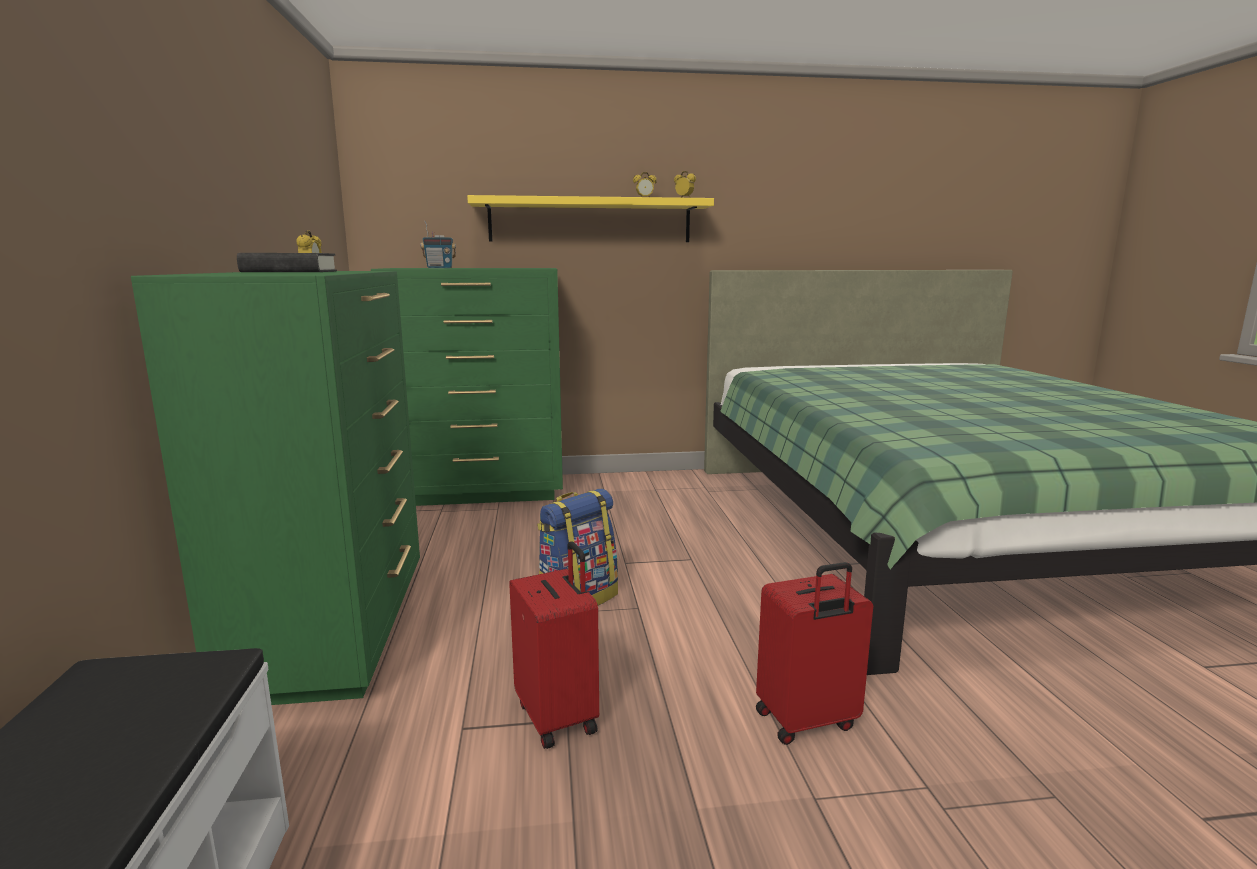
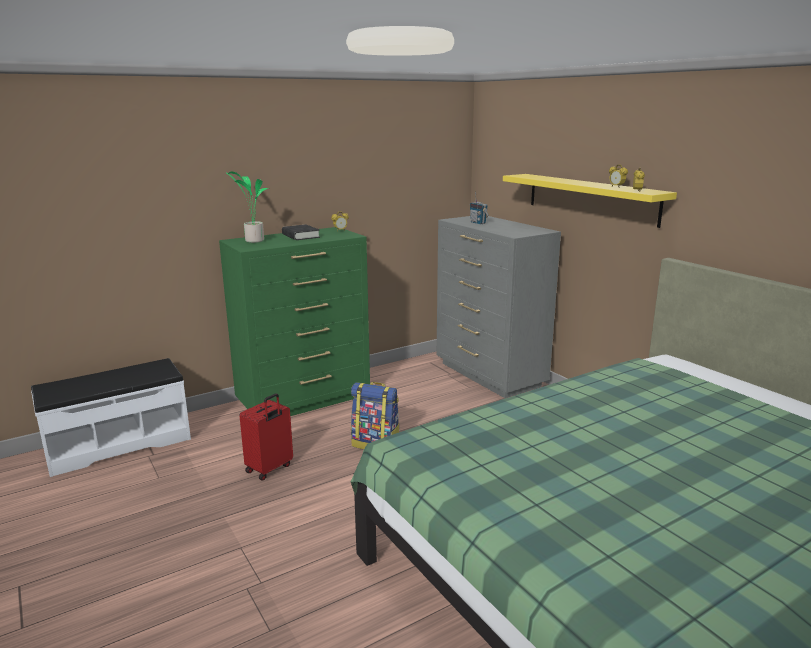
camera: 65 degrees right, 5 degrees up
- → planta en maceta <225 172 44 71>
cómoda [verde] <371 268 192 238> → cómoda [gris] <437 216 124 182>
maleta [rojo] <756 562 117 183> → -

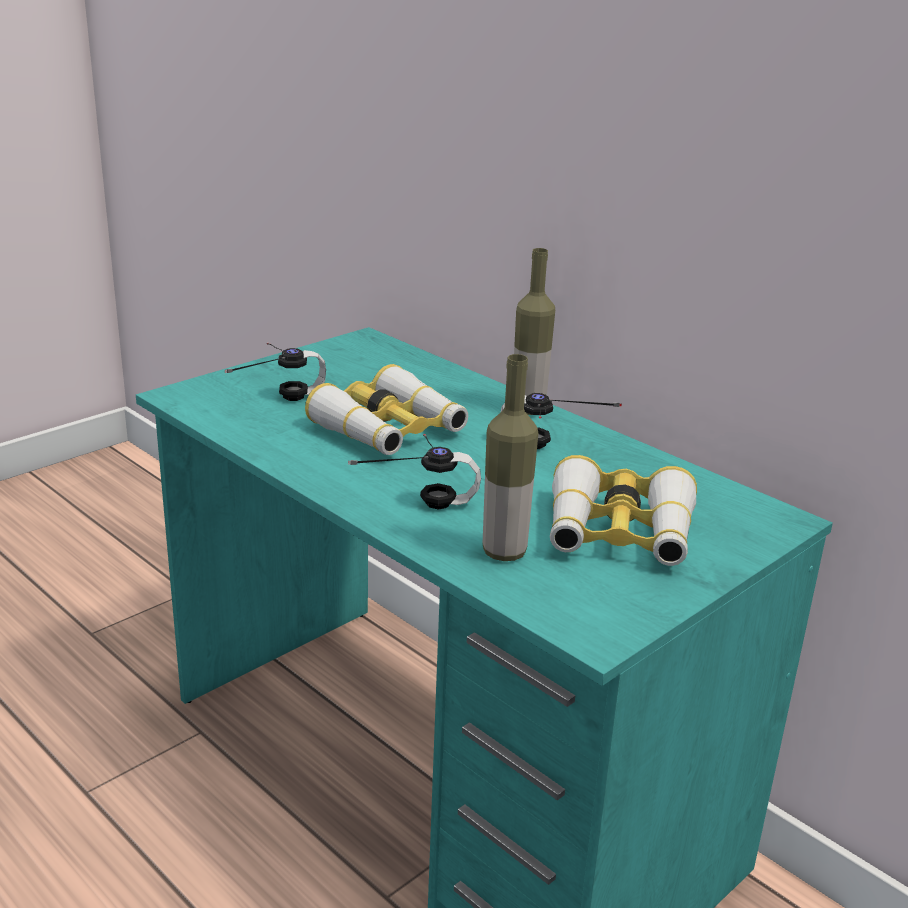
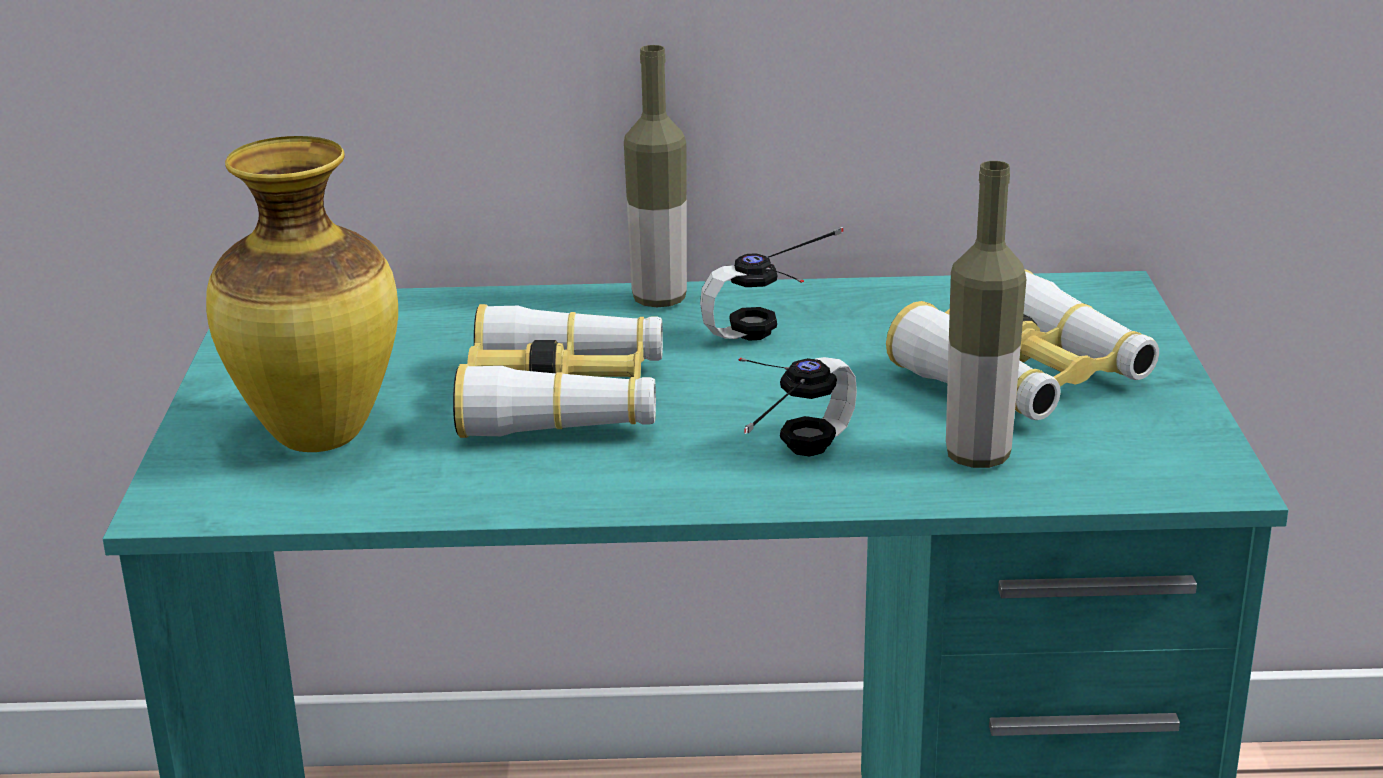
camera: 45 degrees left, 0 degrees up
auriculares <225 343 101 58> → florero <206 136 192 316>

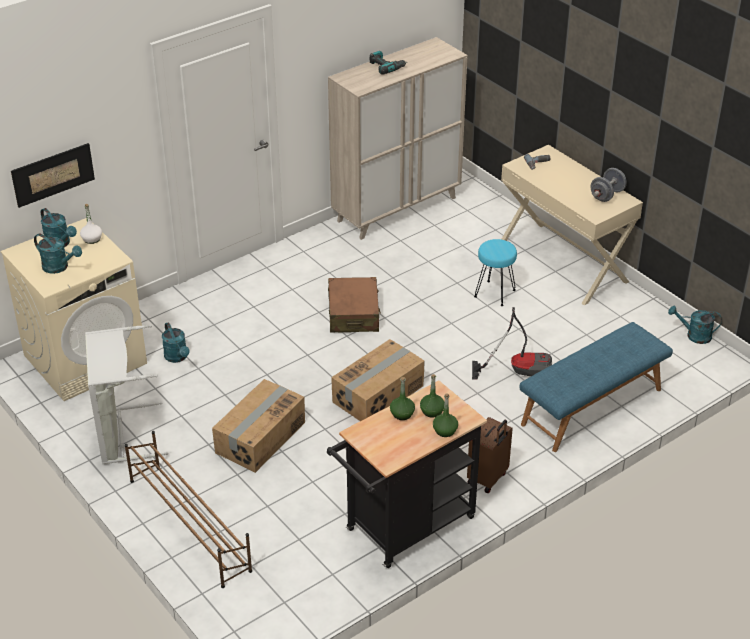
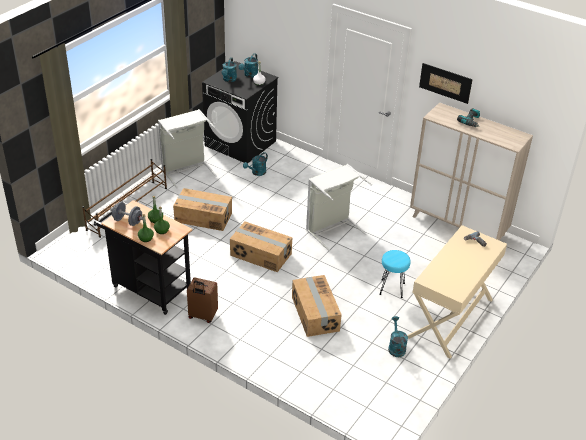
camera: 70 degrees right, 0 degrees up
mancuerna [gris] <591 168 36 34> → mancuerna [gris] <110 202 33 24>, relocated
lavadora [beis] <1 218 146 183> → lavadora [negro] <202 61 77 102>
aspiradora <472 307 80 73> → caja de cartón <292 275 50 62>
maleta [marrón] <328 277 53 56> → cesto de la ropa [gris] <306 164 66 87>
regadera [turquesa] <668 306 54 38> → regadera [turquesa] <388 316 20 41>, relocated
cuadro <11 143 84 65> → cuadro <419 63 54 41>, relocated
banco [azul] <520 322 153 130> → -

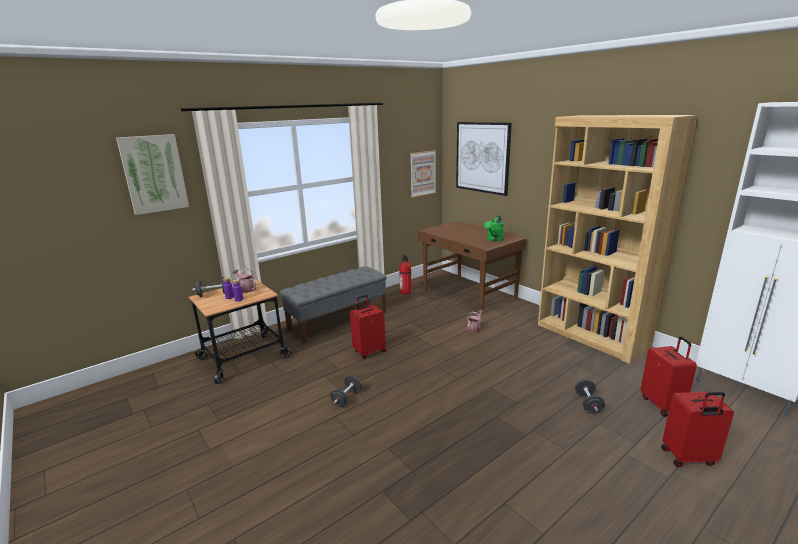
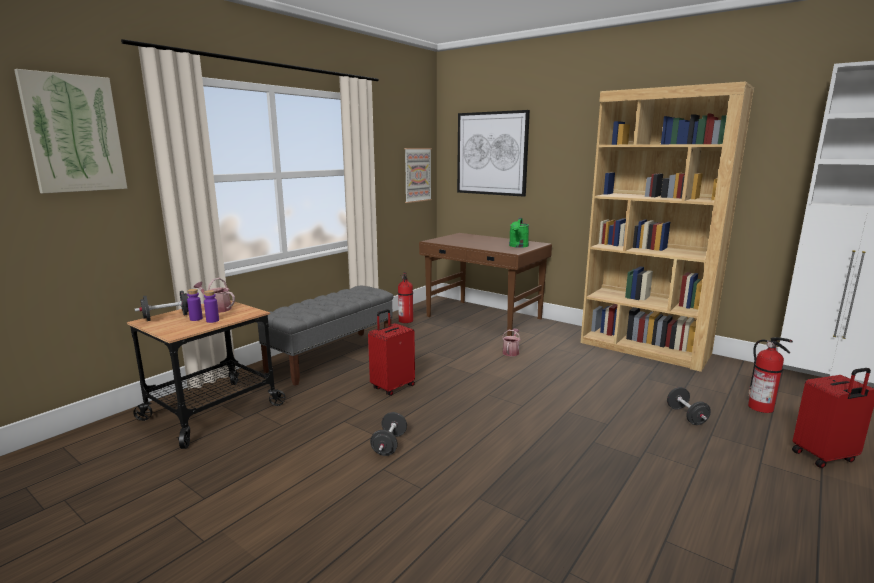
camera: 15 degrees left, 5 degrees down
maleta [rojo] <641 336 56 81> → extintor <748 337 45 76>

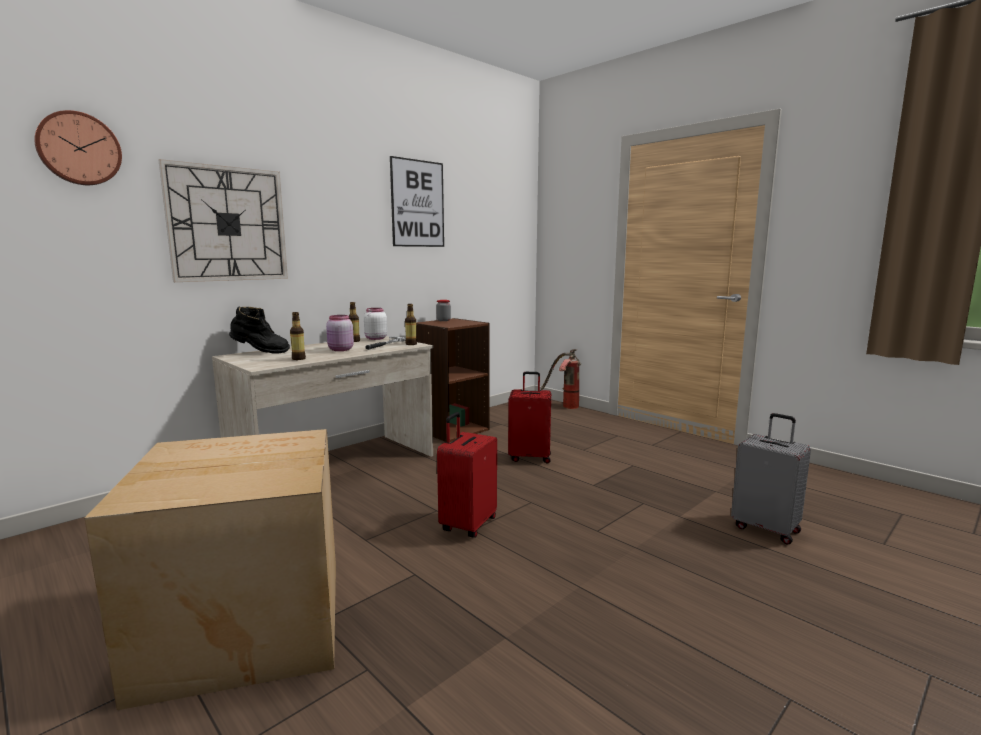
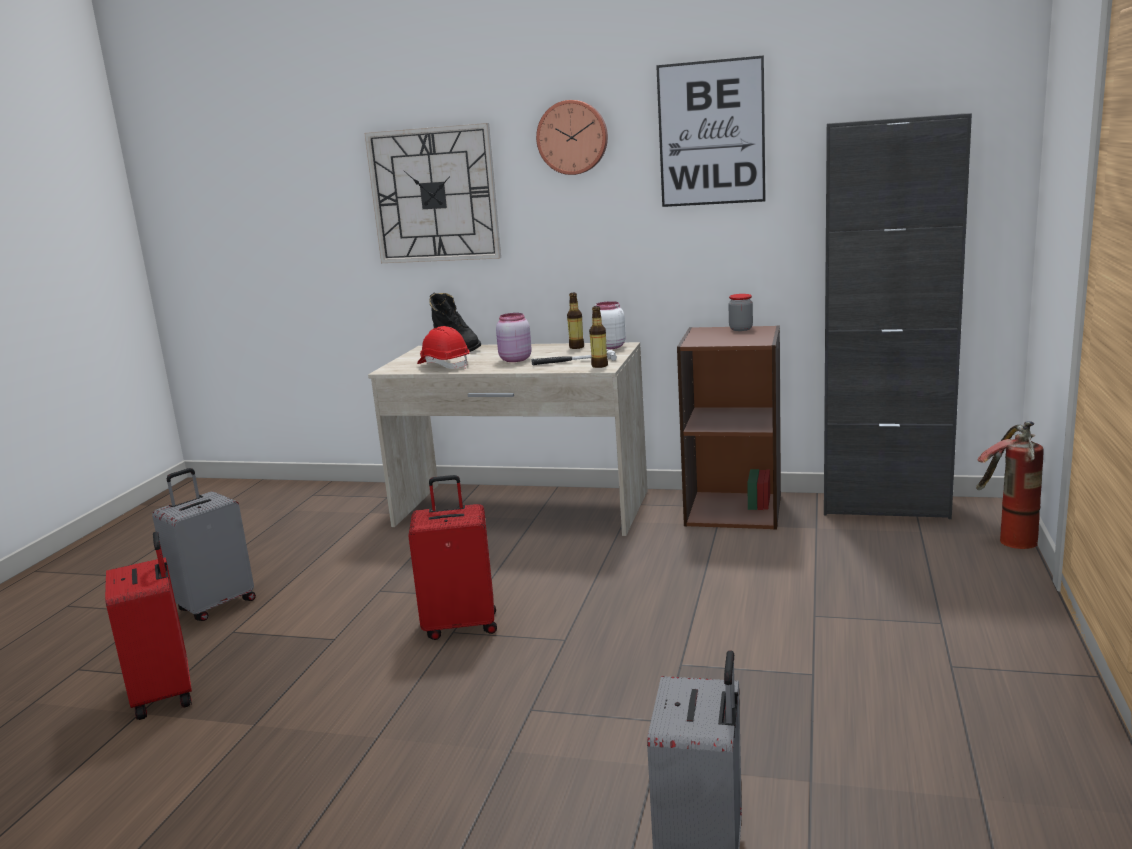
camera: 60 degrees right, 5 degrees up
maleta [rojo] <508 372 43 91> → maleta [rojo] <105 532 87 188>, relocated
caja de cartón <84 429 252 281> → maleta [gris] <152 468 104 153>
botella <290 312 16 48> → casco [rojo] <417 326 53 43>
reloj de pared <34 110 88 75> → reloj de pared <536 100 72 75>, relocated
- → armario [negro] <824 113 148 406>

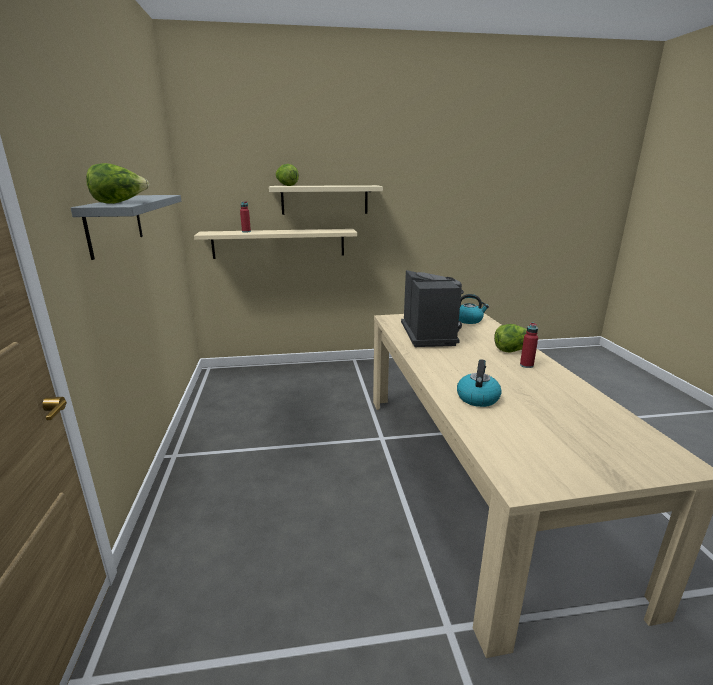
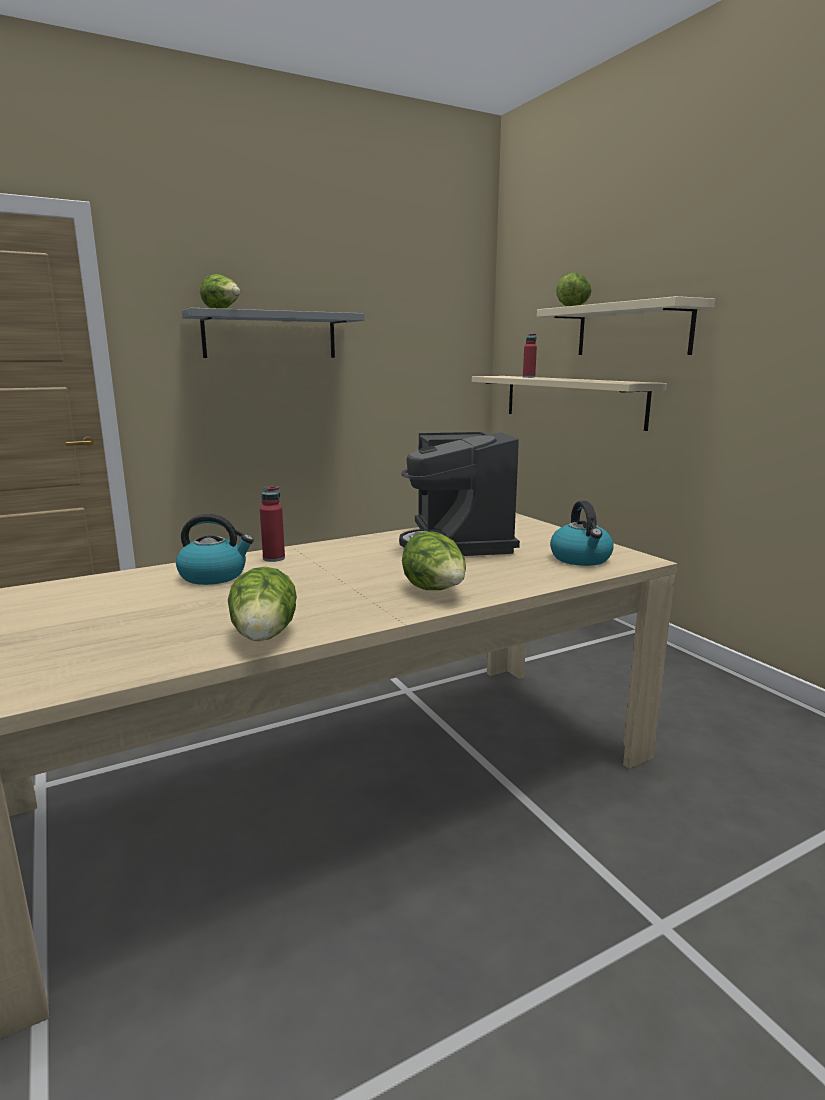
camera: 70 degrees right, 5 degrees down
- → lechuga <228 566 69 76>
botella [rojo] <520 323 18 45> → botella [rojo] <260 486 25 76>, relocated
cafetera <401 270 63 77> → cafetera <399 432 121 124>, 105 degrees clockwise

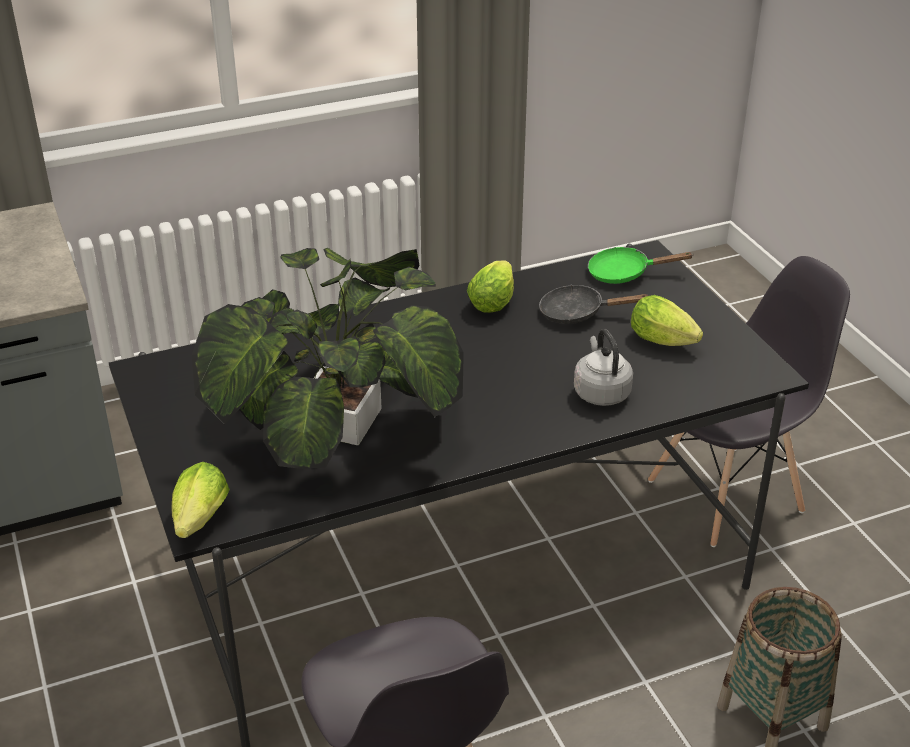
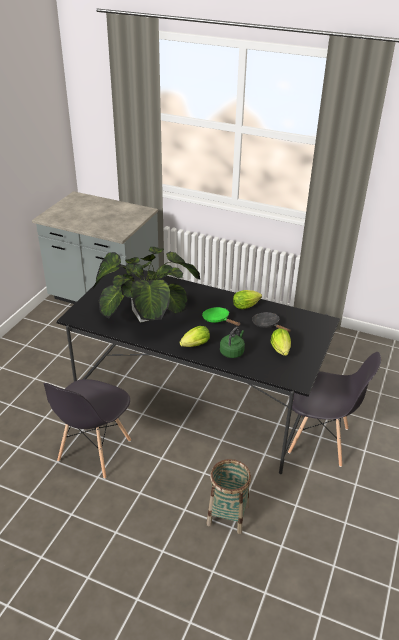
camera: 45 degrees right, 0 degrees up
lechuga <172 462 58 76> → lechuga <179 326 31 21>, relocated
sartén [verde] <588 247 106 37> → sartén [verde] <202 307 39 19>, relocated
hervidor [gris] <574 329 59 77> → hervidor [verde] <220 327 25 31>

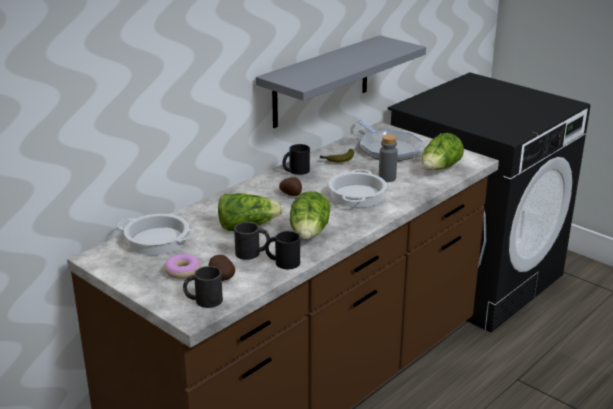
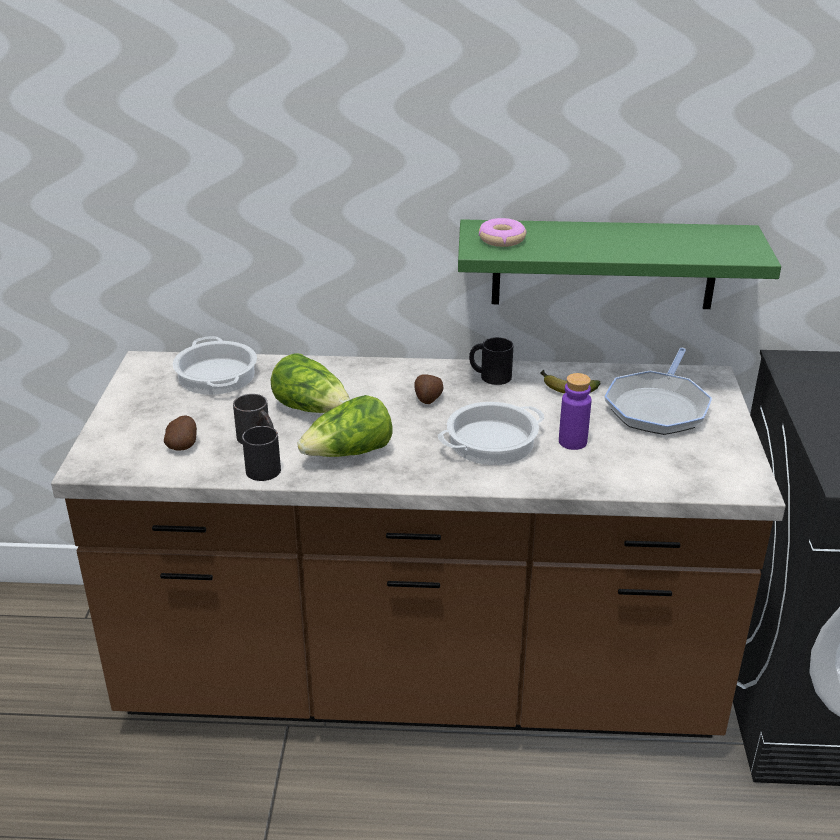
camera: 50 degrees right, 5 degrees up
estante [gris] <256 35 170 93> → estante [verde] <458 219 323 90>
rosquilla <164 254 37 25> → rosquilla <479 218 48 29>, relocated
botella [gris] <379 134 19 48> → botella [morado] <559 373 32 77>
taza grande [negro] <183 266 40 42> → -
lechuga <422 133 42 37> → -

